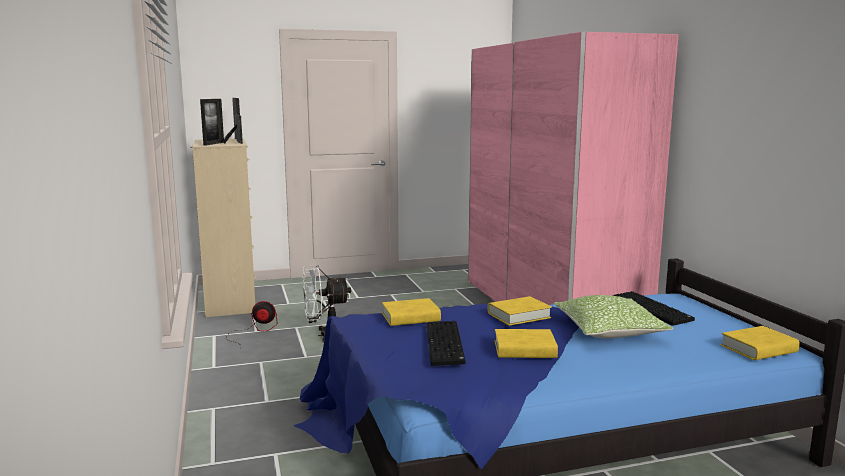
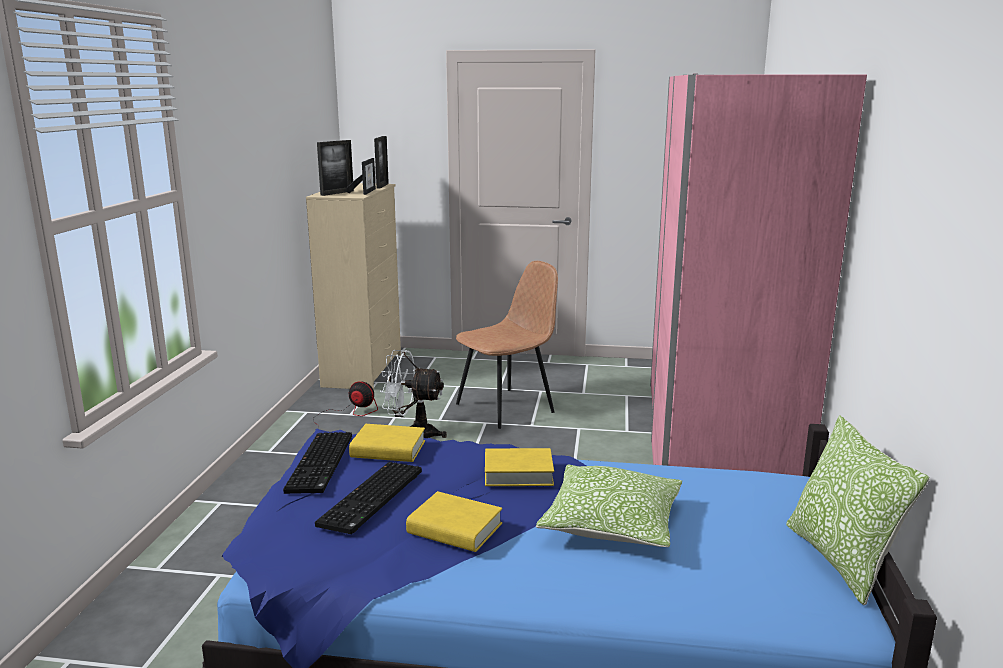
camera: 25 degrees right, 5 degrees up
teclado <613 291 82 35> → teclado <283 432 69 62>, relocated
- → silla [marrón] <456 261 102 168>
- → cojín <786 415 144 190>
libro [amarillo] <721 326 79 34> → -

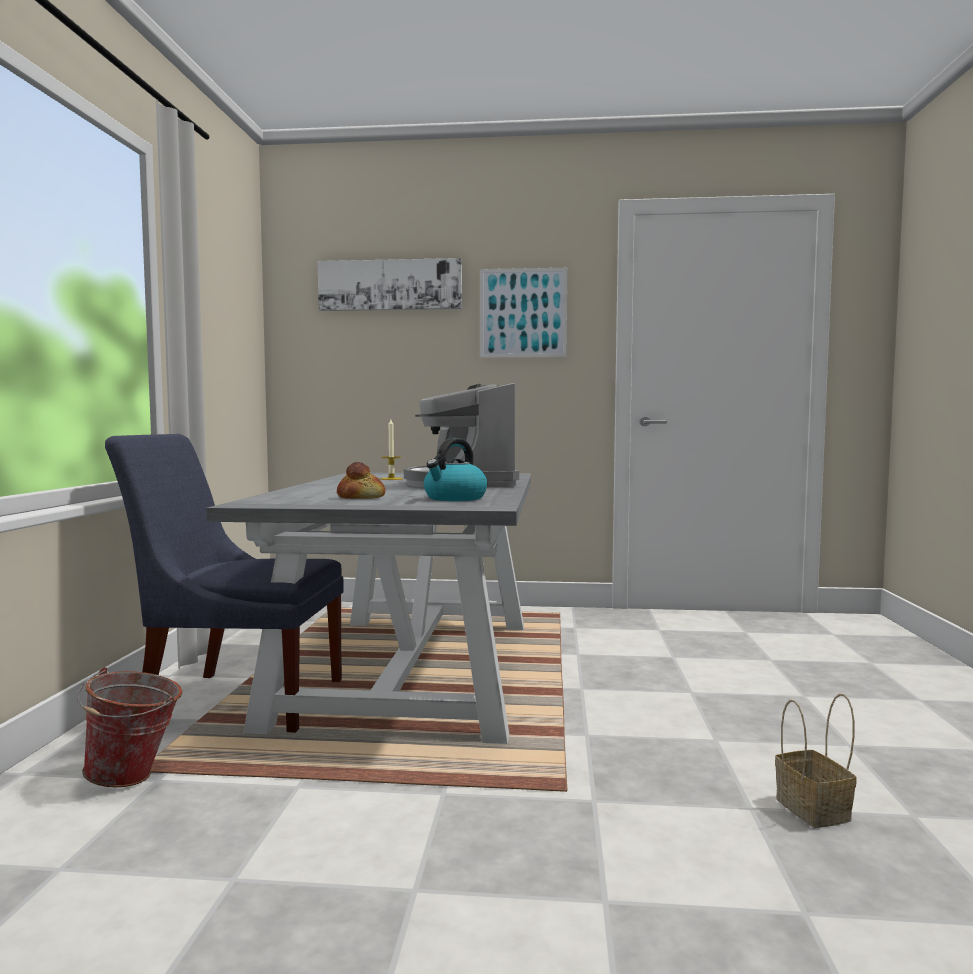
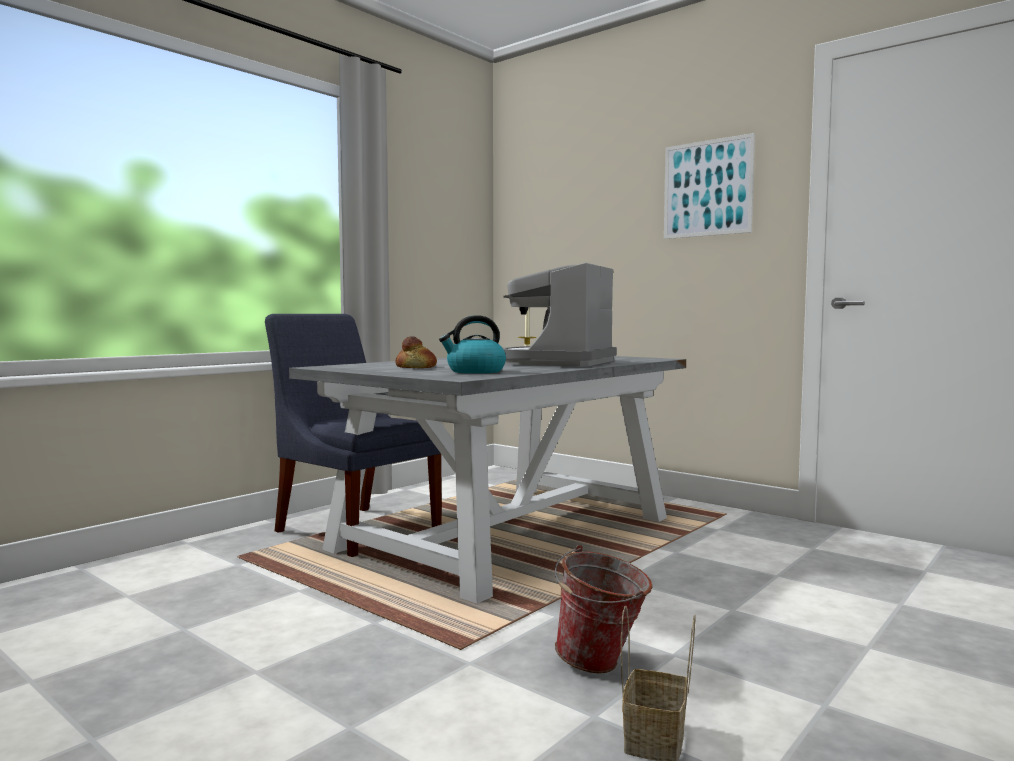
camera: 35 degrees right, 0 degrees up
cubo <78 667 104 120> → cubo <555 545 98 128>, relocated
cuadro <318 258 144 53> → -

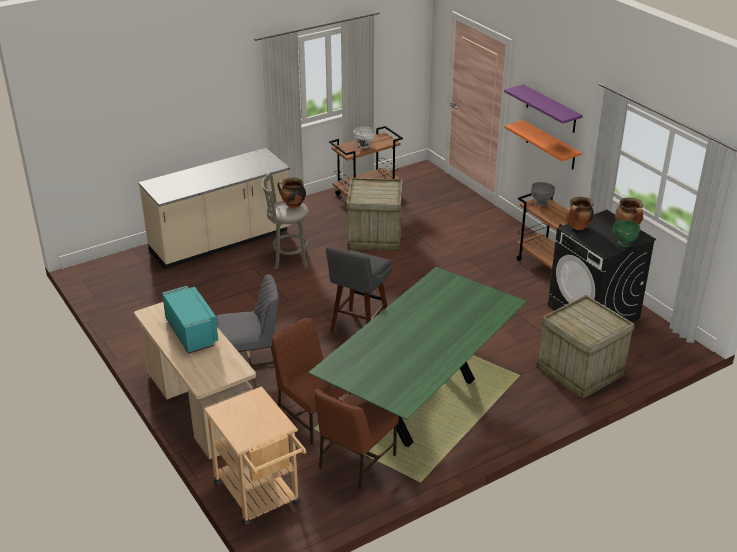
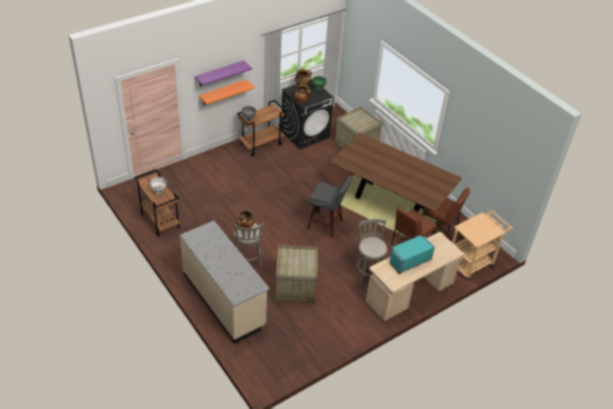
camera: 95 degrees left, 10 degrees up
caja de embalaje <347 178 55 73> → caja de embalaje <275 245 43 58>, relocated
mesa de comedor [verde] <308 267 219 180> → mesa de comedor [marrón] <330 132 132 80>
silla [gris] <216 274 63 93> → taburete [gris] <353 219 34 66>

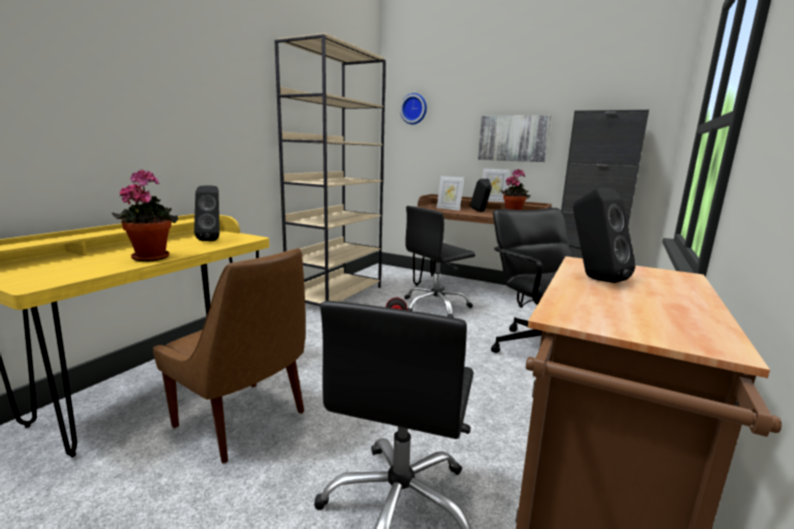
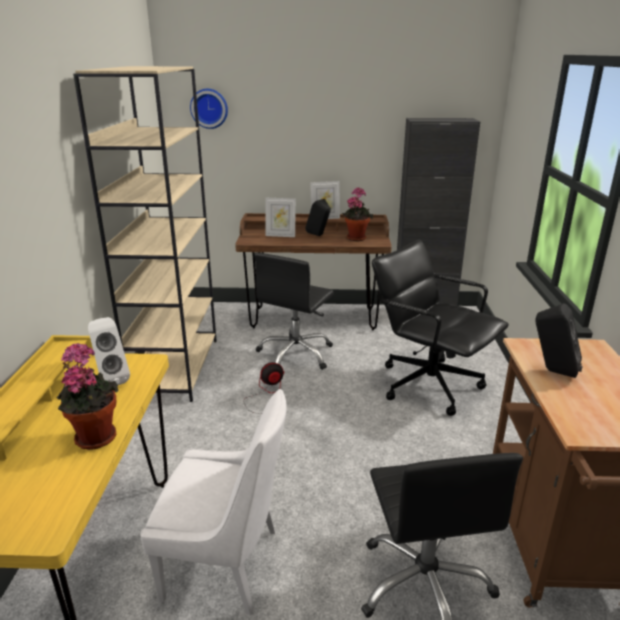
camera: 25 degrees left, 10 degrees up
altavoz [negro] <194 186 26 55> → altavoz [blanco] <88 317 42 68>
silla [marrón] <153 248 153 216> → silla [blanco] <140 389 147 227>
cuadro <478 115 73 47> → -

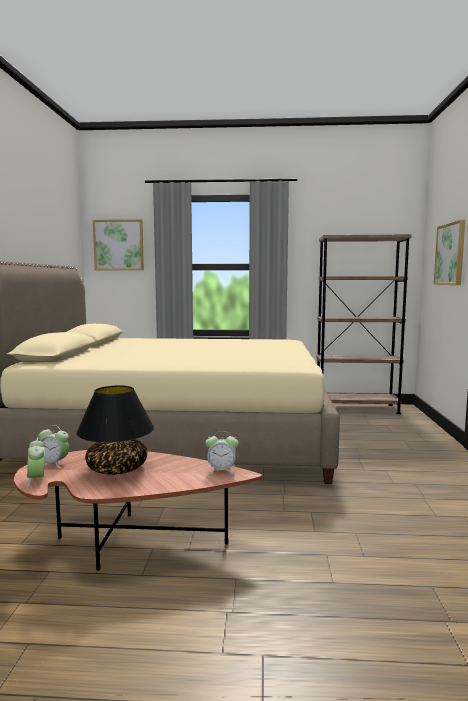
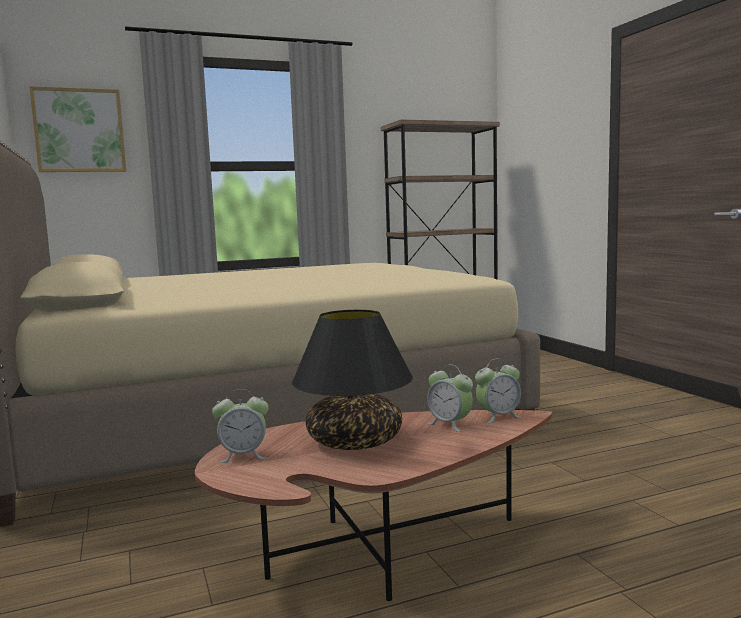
camera: 25 degrees left, 0 degrees up
despertador <27 437 18 50> → despertador <427 364 46 68>, relocated
cuadro <434 220 31 65> → -

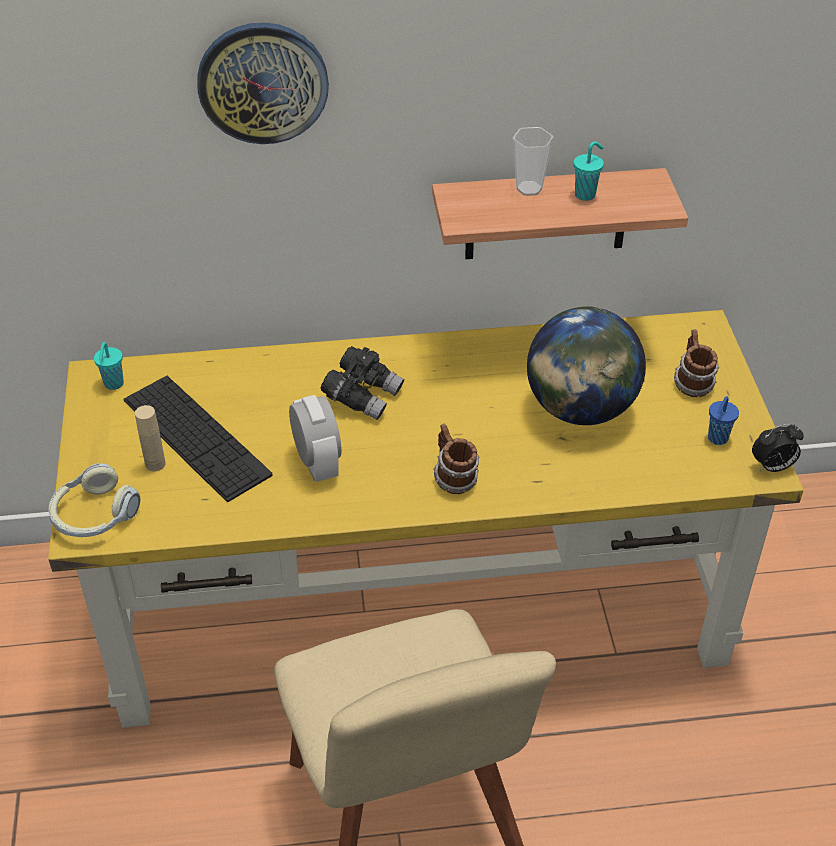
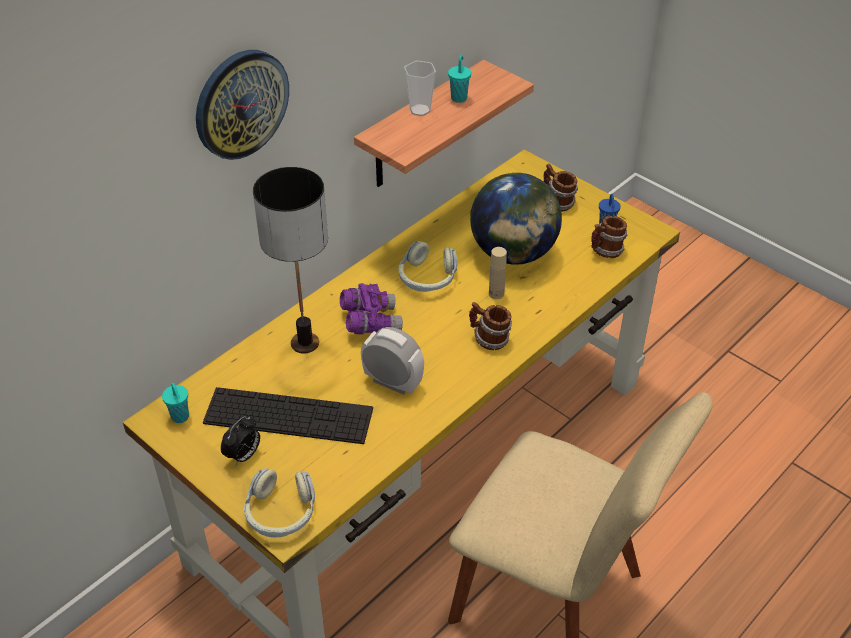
camera: 40 degrees left, 0 degrees up
despertador <752 424 52 48> → despertador <221 416 39 49>, relocated
- → lámpara de mesa <253 167 75 187>
prismáticos [negro] <321 346 83 74> → prismáticos [morado] <340 283 63 51>
- → auriculares <398 241 59 51>
botella [beis] <135 405 31 67> → botella [beis] <489 247 18 52>, relocated
- → taza grande <591 216 37 42>

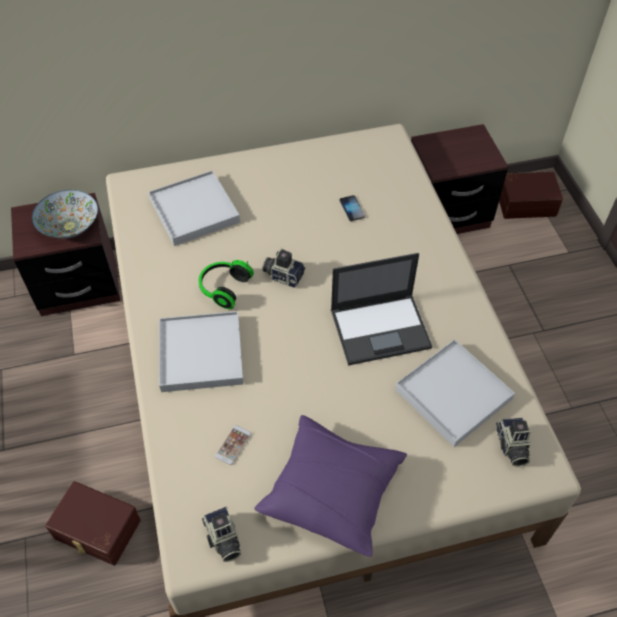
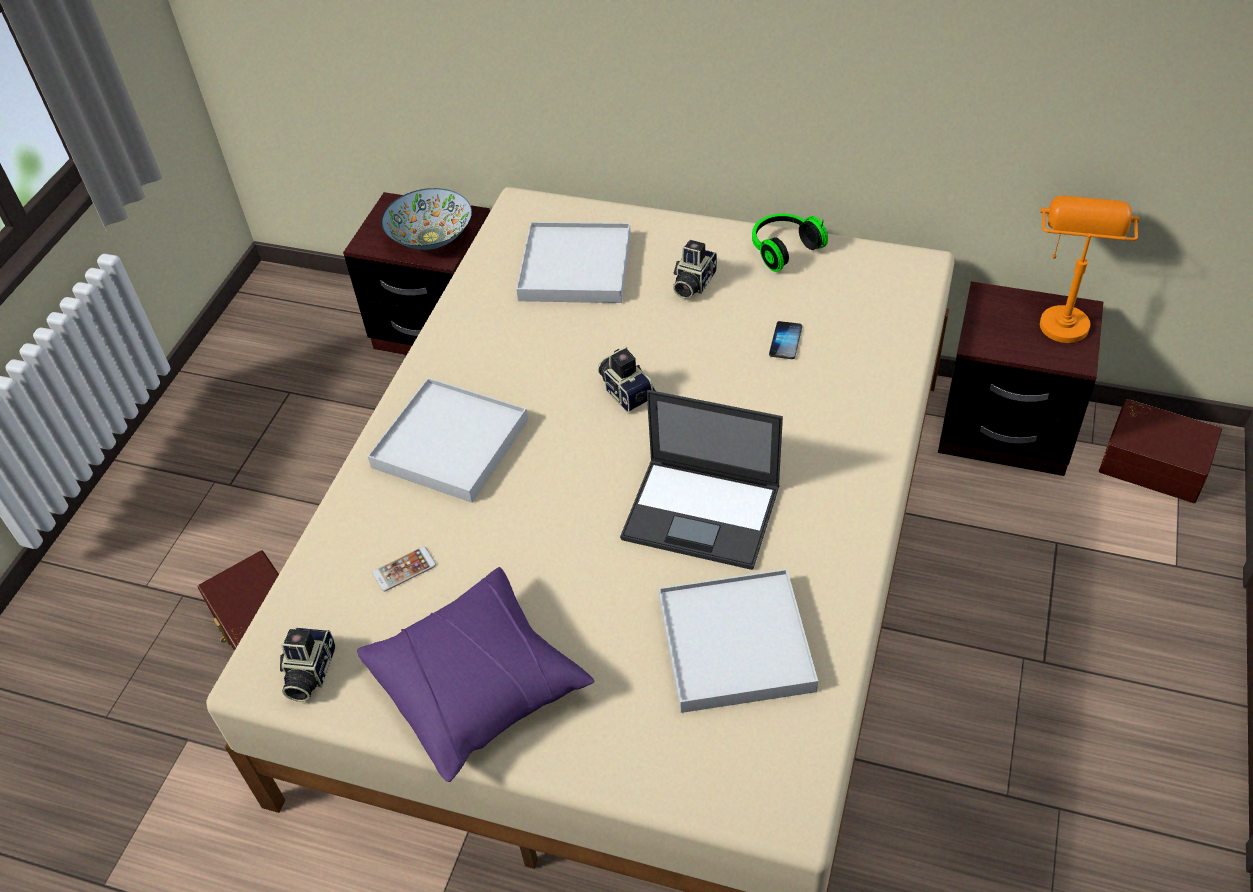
camera: 35 degrees right, 5 degrees down
cámara <496 417 35 50> → cámara <673 240 44 59>, relocated
auriculares <199 260 55 49> → auriculares <752 214 76 58>, relocated
- → lámpara de mesa [naranja] <1040 196 100 147>

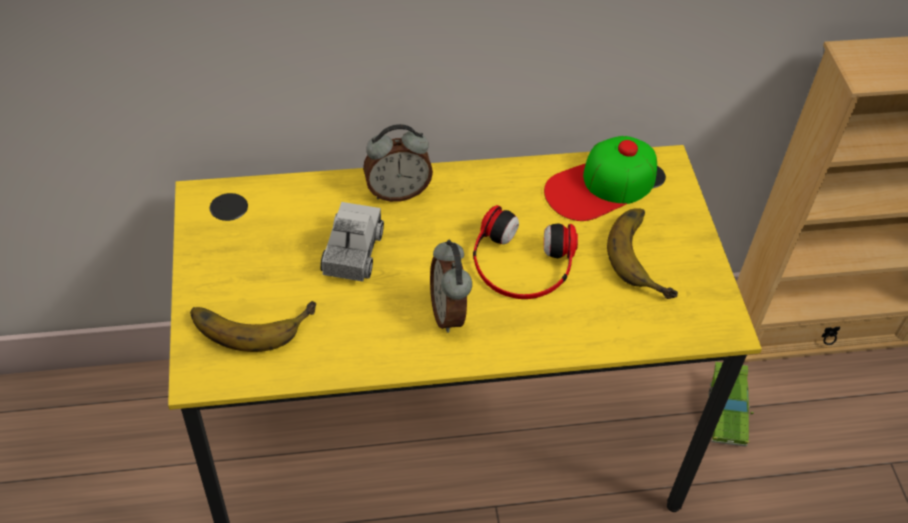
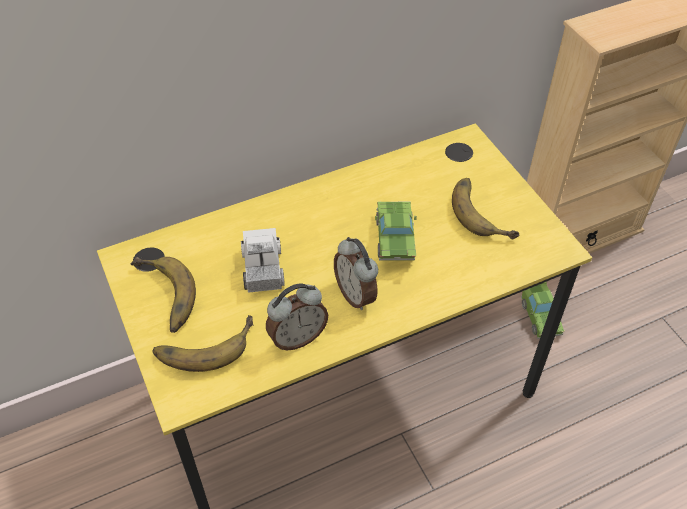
camera: 15 degrees left, 0 degrees up
- → plátano <131 257 65 76>
despertador <363 124 70 78> → despertador <266 283 62 67>, relocated
auriculares <473 205 105 94> → coche de juguete [verde] <375 201 42 60>
gorra <544 136 113 85> → -

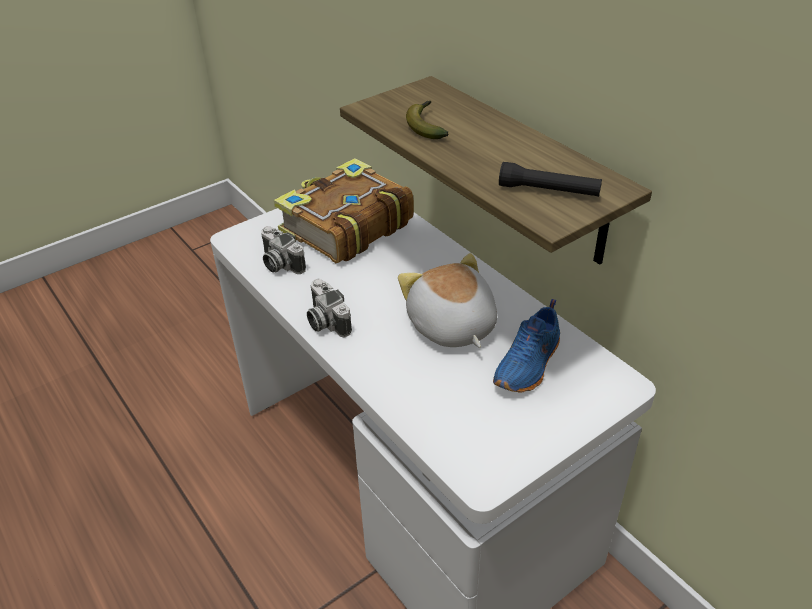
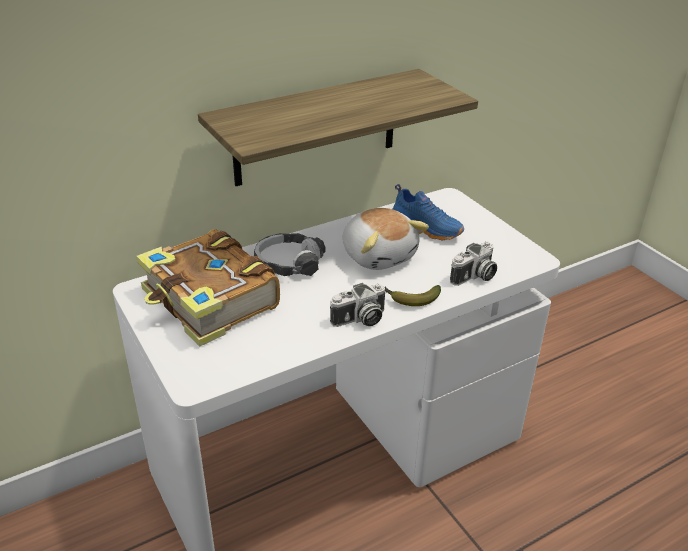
camera: 85 degrees left, 5 degrees down
- → auriculares <254 233 72 43>
peluche <398 253 99 94> → peluche <342 208 87 62>, 105 degrees counterclockwise
plátano <406 101 42 38> → plátano <385 285 56 21>, relocated
cámara <261 226 45 48> → cámara <450 241 47 45>, relocated
linterna [negro] <499 162 103 35> → -

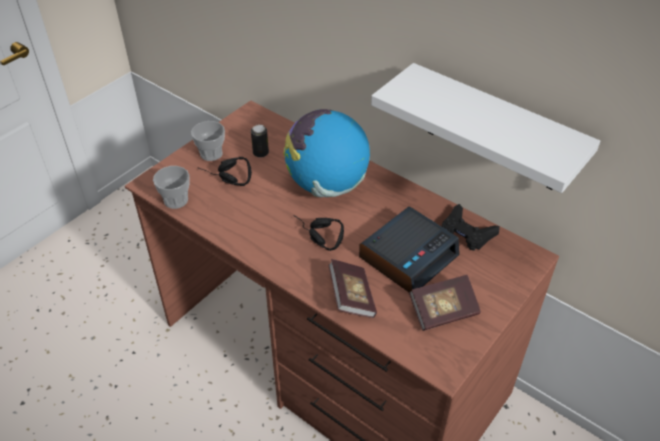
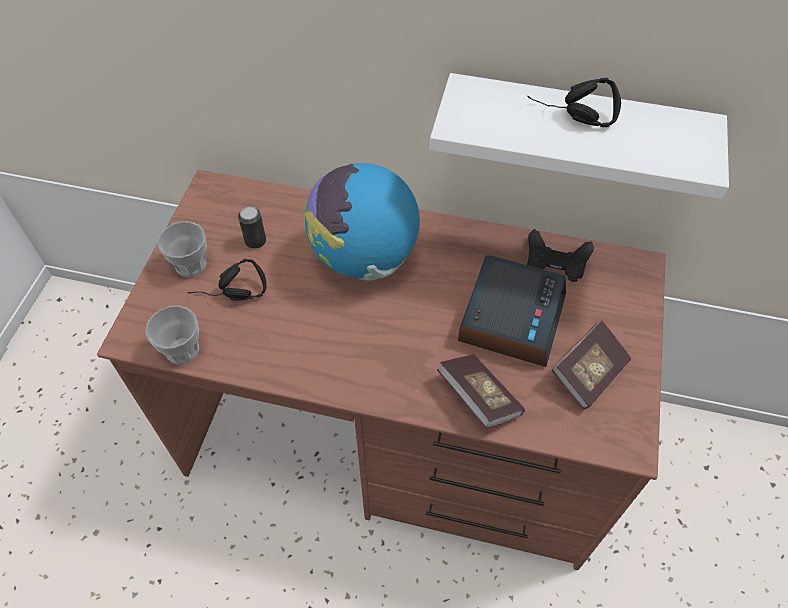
camera: 25 degrees left, 10 degrees up
auriculares [negro] <294 215 50 36> → auriculares [negro] <527 78 94 49>, relocated

